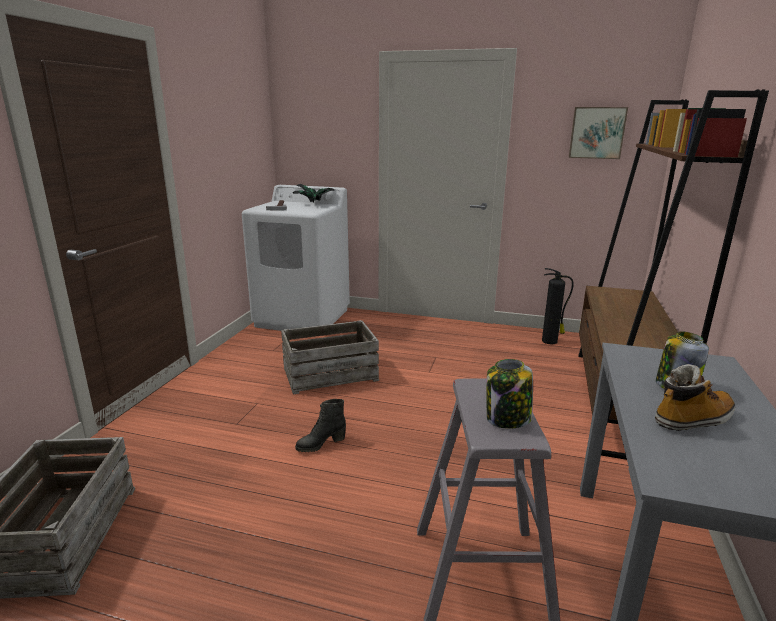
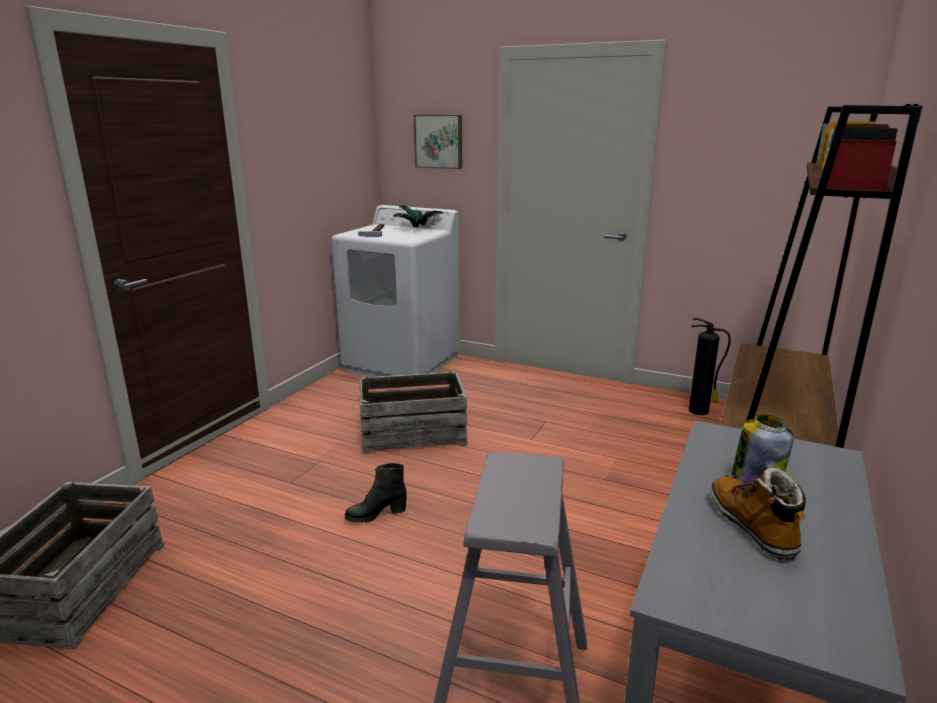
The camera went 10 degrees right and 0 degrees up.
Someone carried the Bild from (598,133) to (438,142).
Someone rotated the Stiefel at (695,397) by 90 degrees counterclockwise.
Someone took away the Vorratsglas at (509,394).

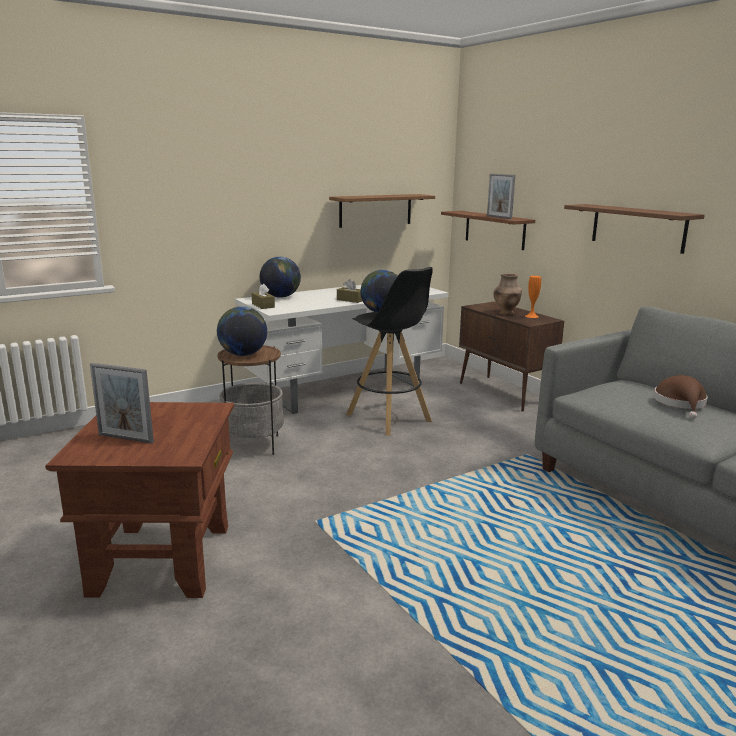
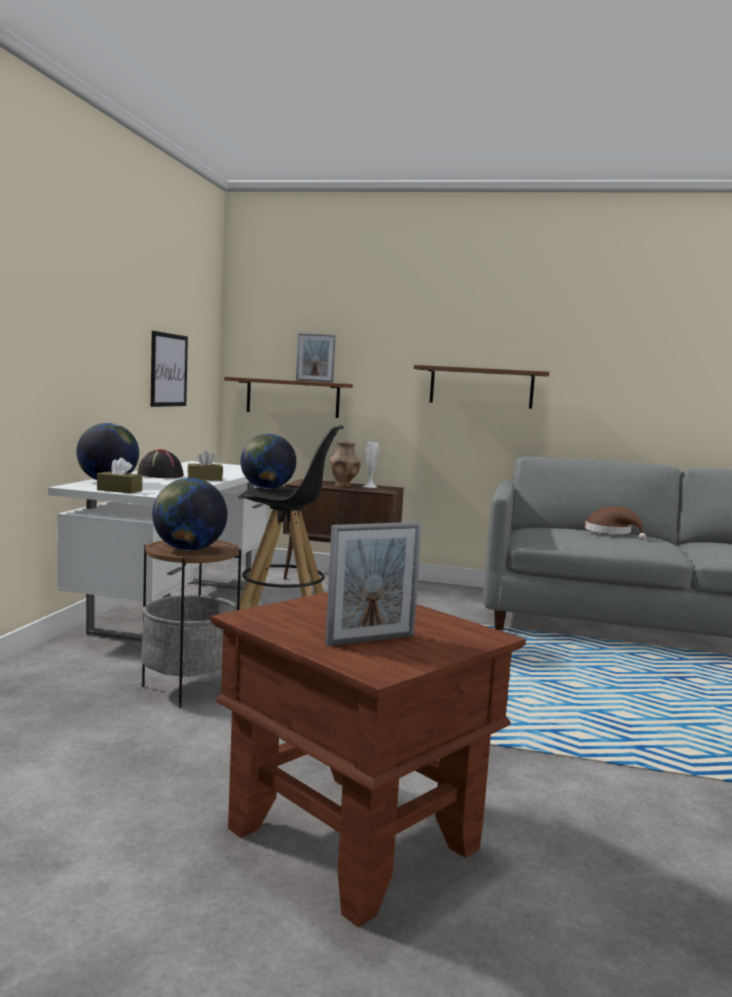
The camera went 45 degrees left and 10 degrees down.
Someone put down the Hut [schwarz] at (160,463).
Someone swapped the Wandregal [braun] at (382,211) for the Bild at (169,369).
Someone repainted the Vase [orange] at (533,297), which became the Vase [weiß] at (371,465).

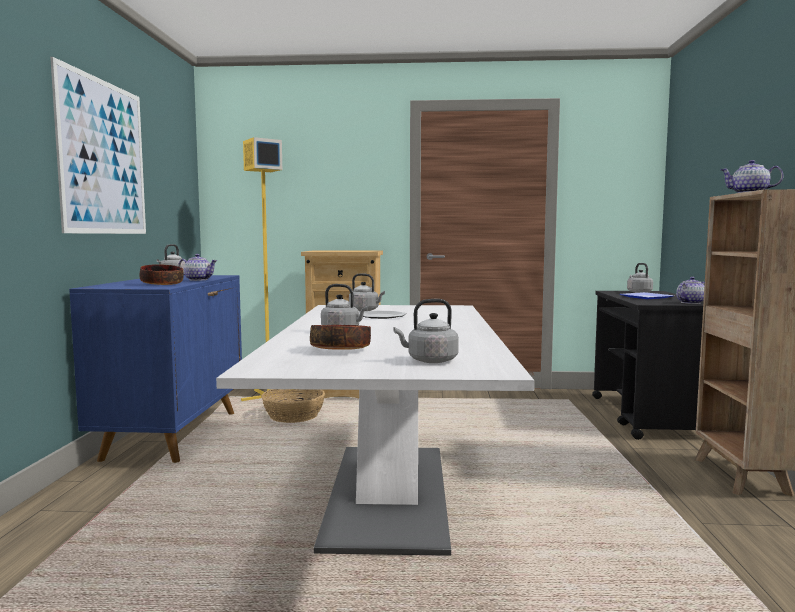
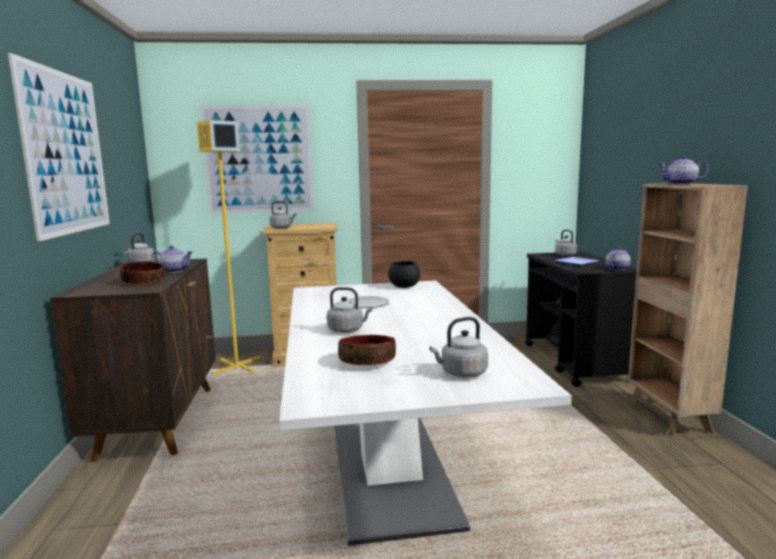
The camera went 10 degrees left and 5 degrees up.
Someone repainted the Schrank [blau] at (155,369), which became the Schrank [braun] at (133,360).
Someone put up the Bild at (257,159).
Someone carried the Wasserkessel [grau] from (367,292) to (282,215).
Someone put down the Schüssel [schwarz] at (404,274).
Someone took away the Korb at (293,406).

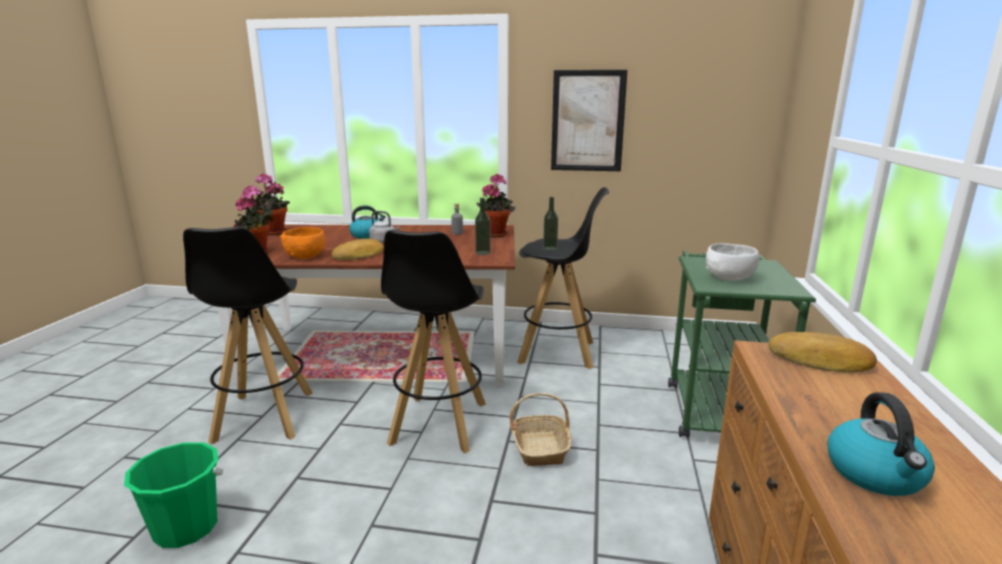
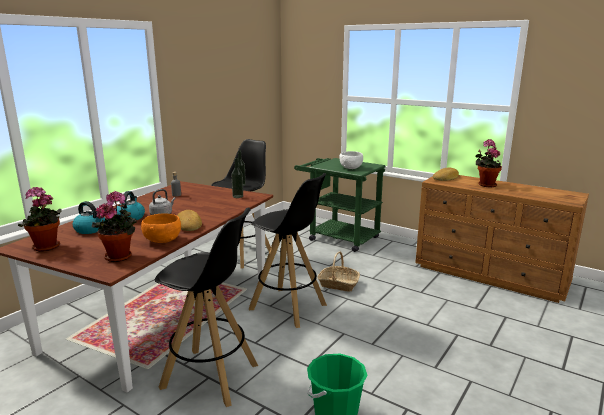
The camera went 65 degrees left and 0 degrees up.
Someone carried the Wasserkessel from (881,444) to (89,217).
Someone carried the Topfpflanze from (495,205) to (489,163).
Someone took away the Bild at (589,120).

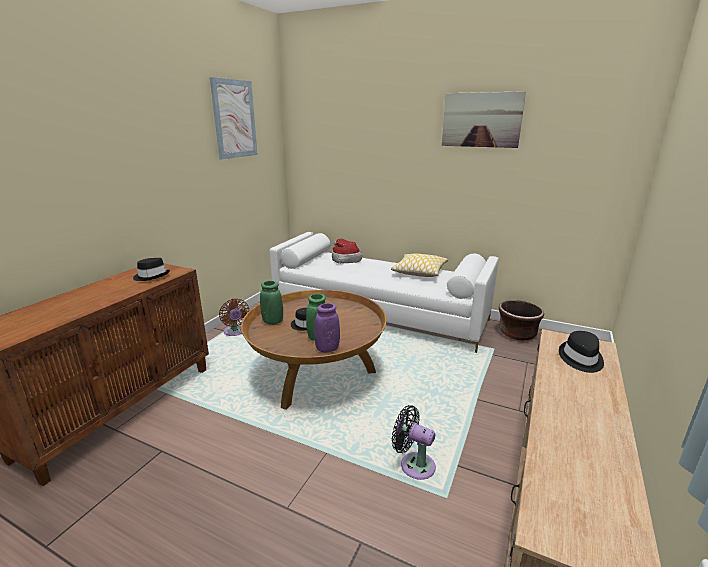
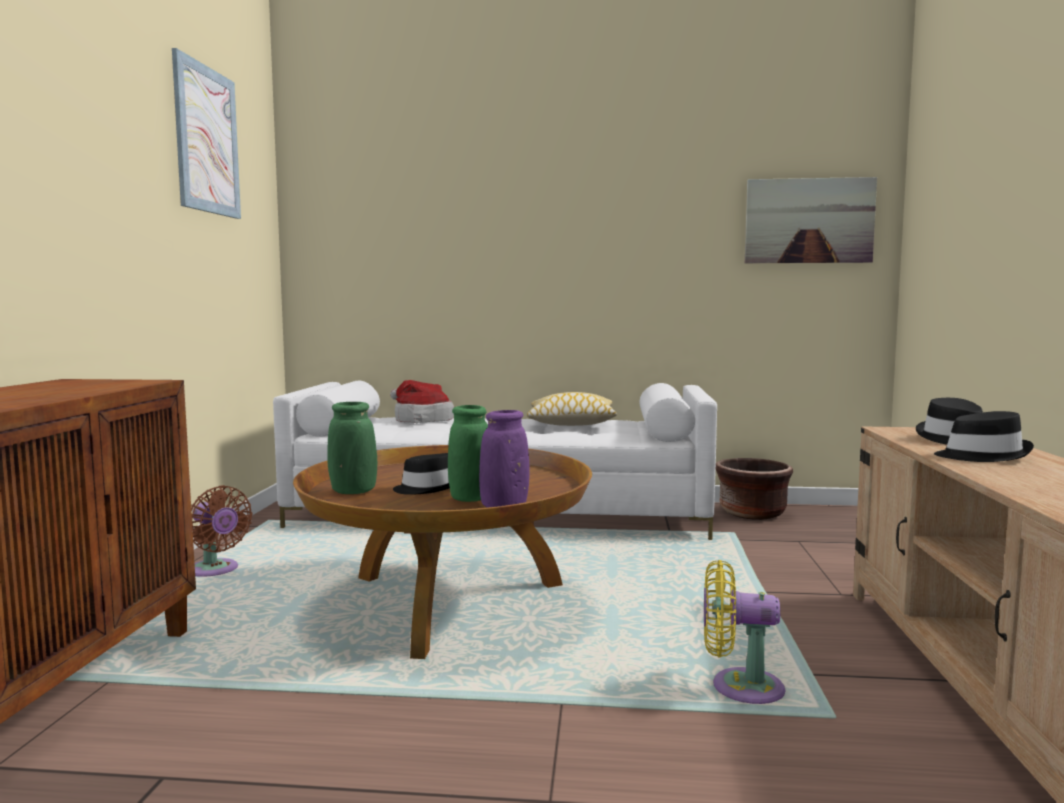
The camera went 20 degrees left and 15 degrees down.
Someone repainted the Ventilator [schwarz] at (414,442), which became the Ventilator [gelb] at (744,632).
Someone carried the Bild from (484,119) to (811,220).
Someone carried the Hut [schwarz] from (151,269) to (984,436).

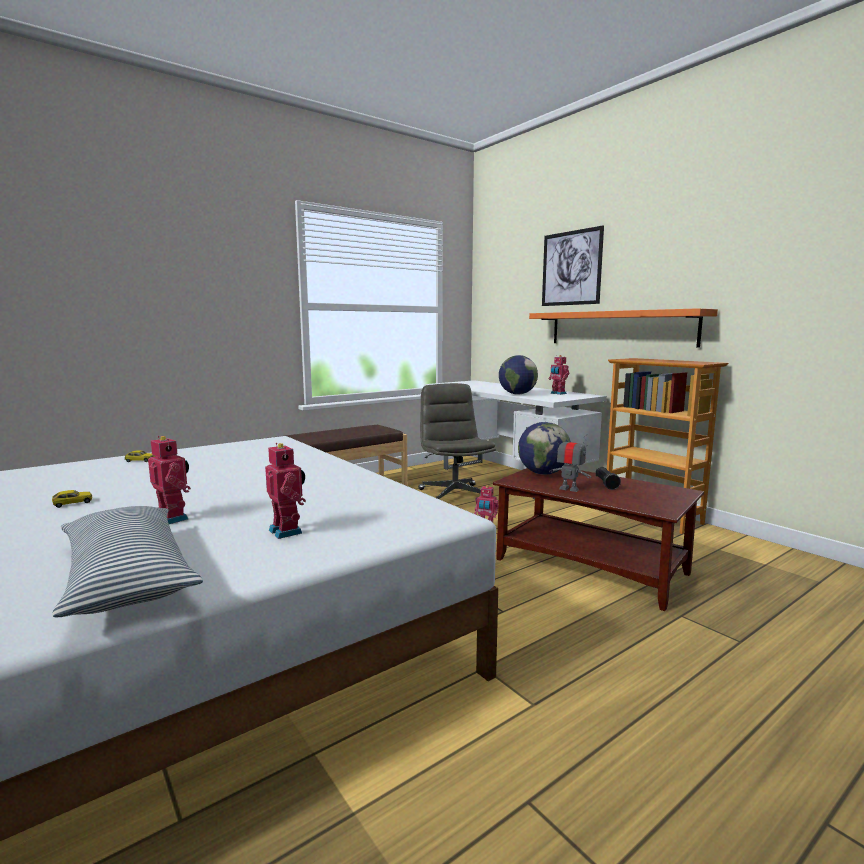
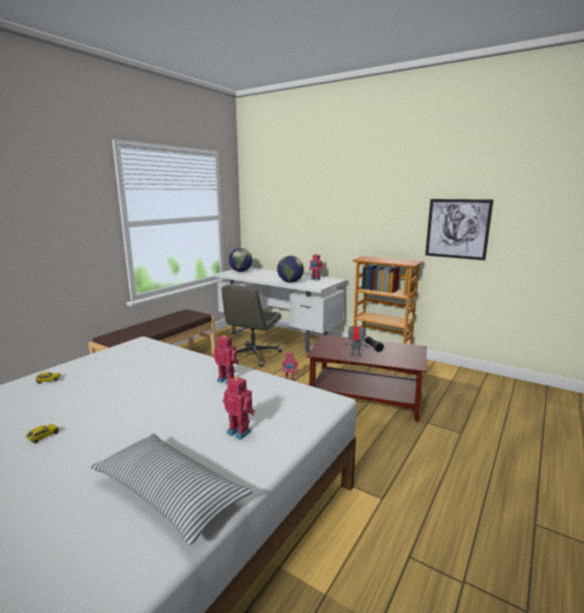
The camera went 20 degrees left and 5 degrees up.
Someone carried the Spielzeugroboter from (169,480) to (226,359).
Someone rotated the Bürostuhl [grau] at (457,441) by 120 degrees counterclockwise.
Someone carried the Globus from (544,448) to (240,260).
Someone carried the Bild from (573,266) to (459,229).
Someone took away the Wandregal [orange] at (623,327).

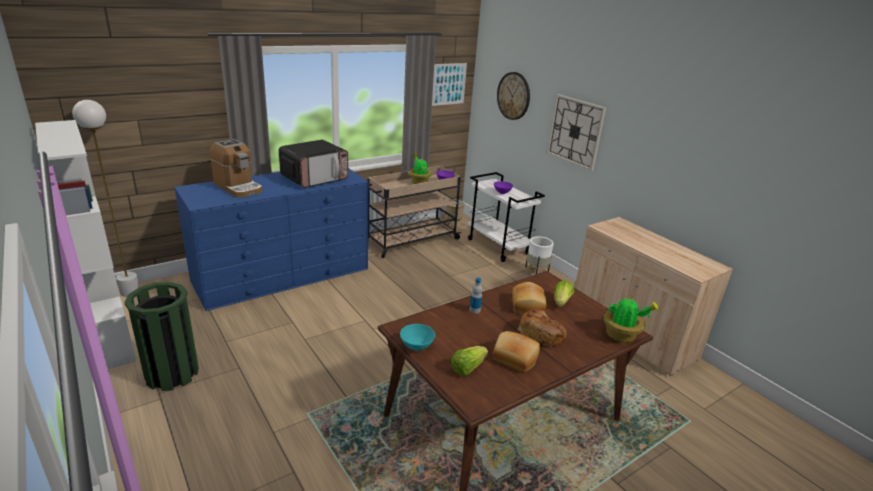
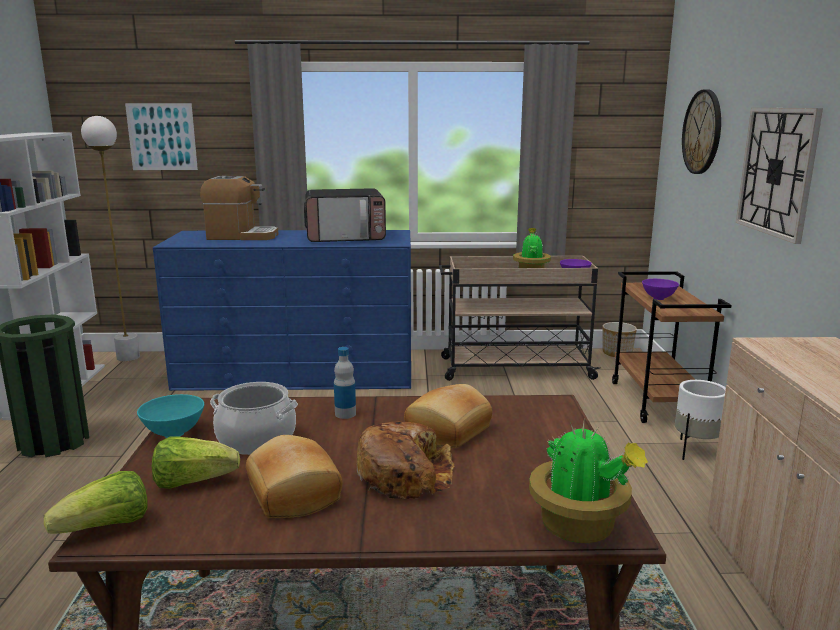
The camera went 35 degrees right and 10 degrees down.
Someone carried the Salatkopf from (564,293) to (96,502).
Someone carried the Bild from (449,84) to (161,136).
Someone rotated the Kaffeemaschine at (236,168) by 75 degrees counterclockwise.
Someone put down the Kochtopf at (254,418).
Someone repainted the Rollwagen [weiß] at (506,217), which became the Rollwagen [braun] at (671,347).

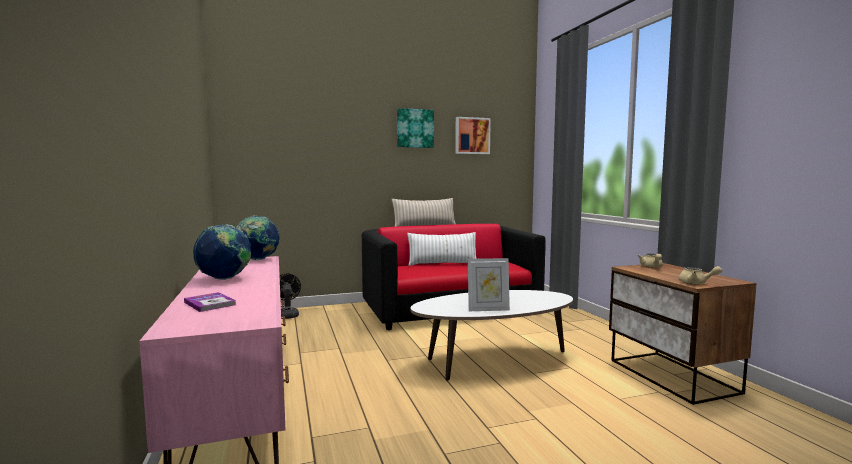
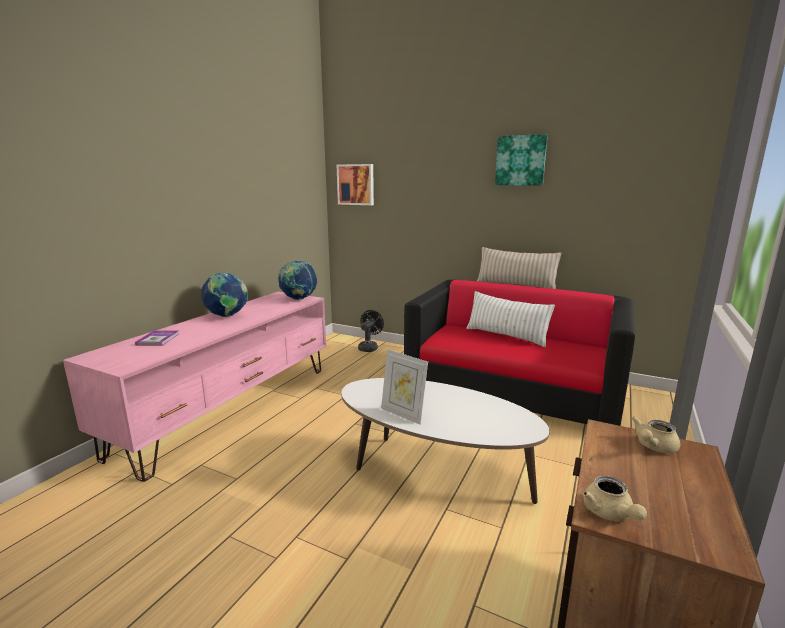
The camera went 45 degrees right and 10 degrees up.
Someone carried the Bild from (473,135) to (355,184).

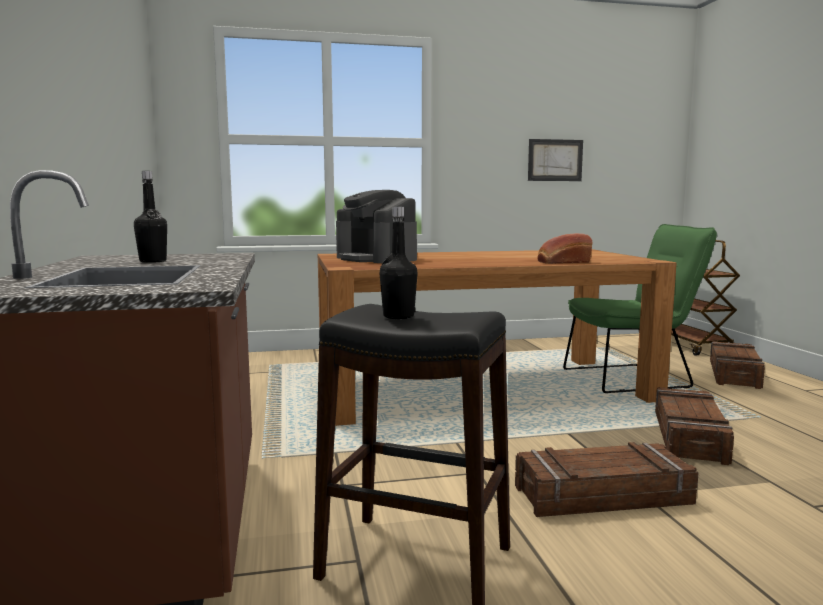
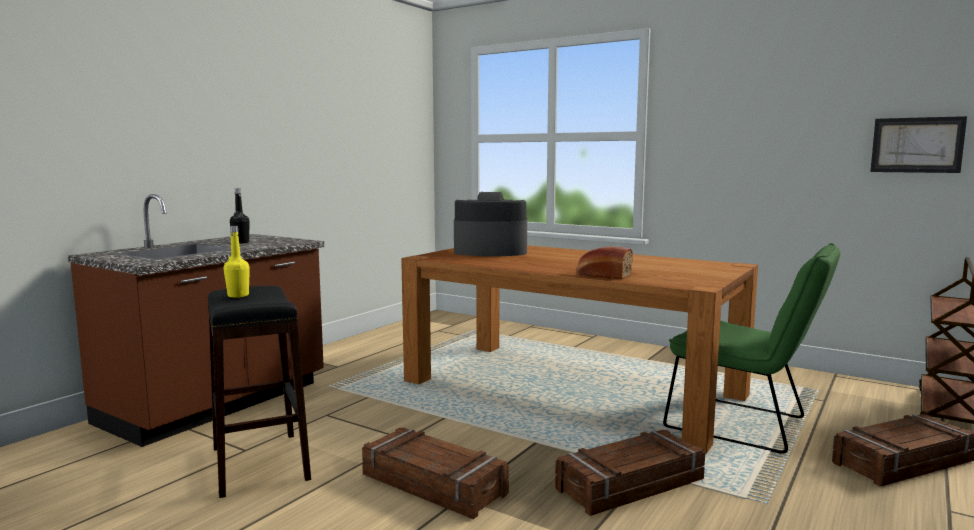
The camera went 45 degrees right and 0 degrees up.
Someone repainted the Flasche [schwarz] at (398,263), which became the Flasche [gelb] at (237,262).
Someone rotated the Kaffeemaschine at (376,226) by 90 degrees clockwise.
Someone carried the Bild from (555,160) to (918,144).

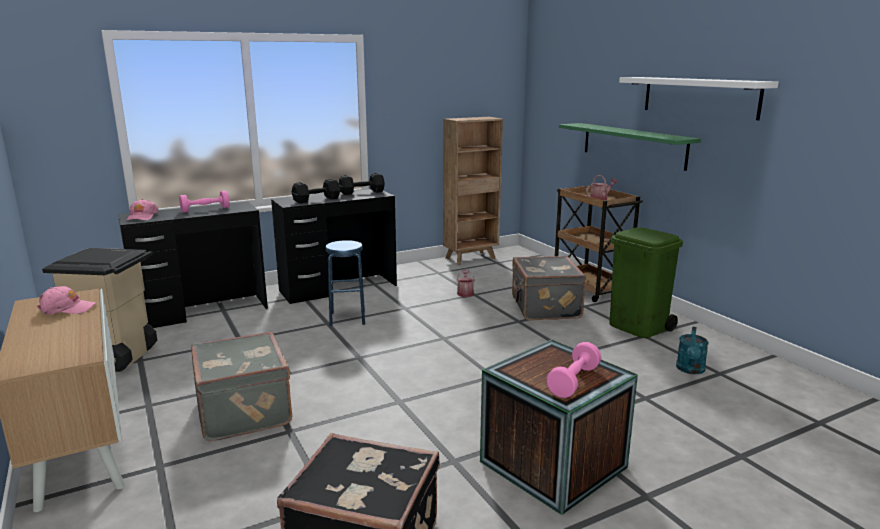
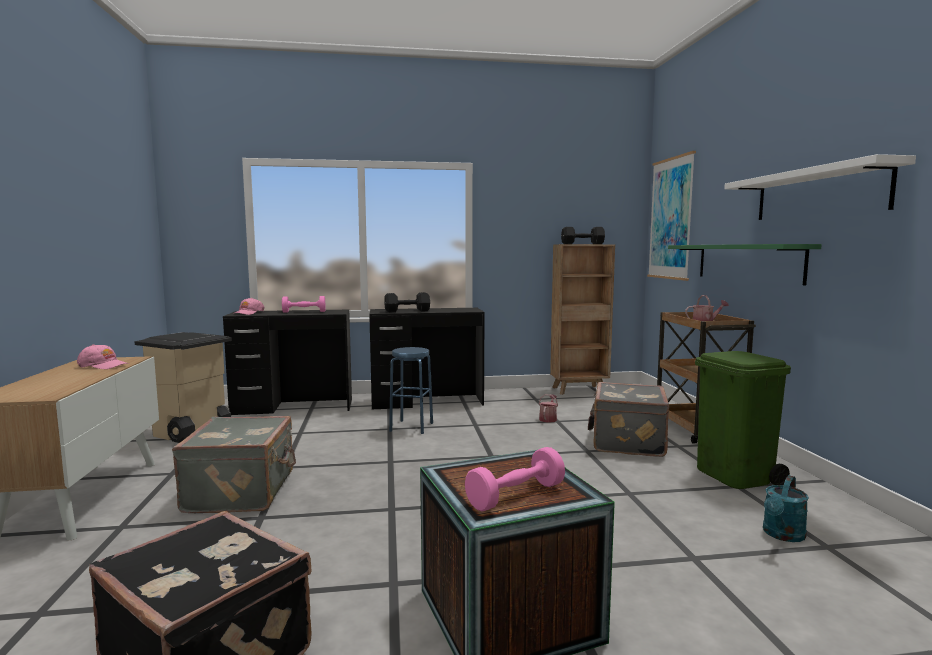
The camera went 20 degrees right and 10 degrees down.
Someone carried the Hantel [schwarz] from (362,184) to (583,235).
Someone put up the Bild at (671,216).

